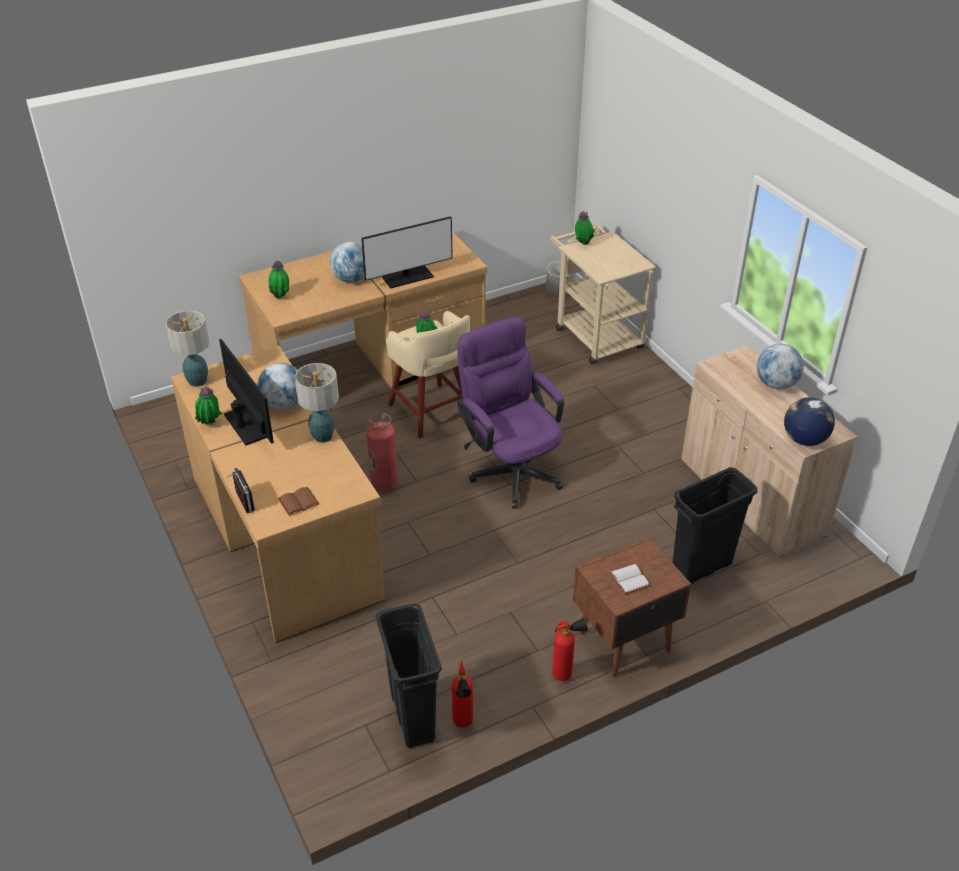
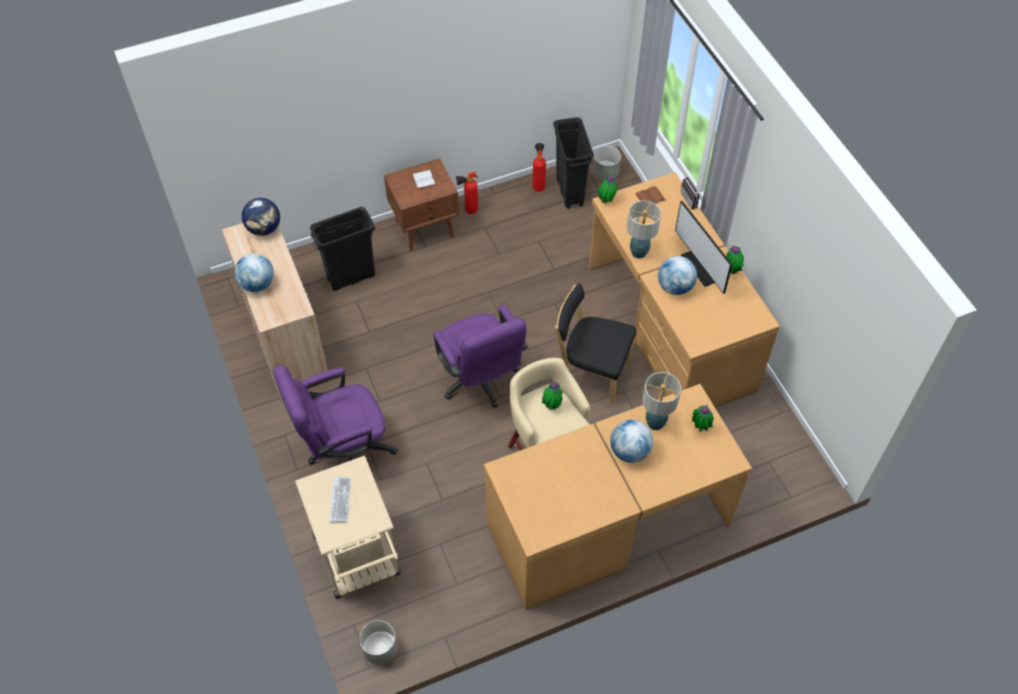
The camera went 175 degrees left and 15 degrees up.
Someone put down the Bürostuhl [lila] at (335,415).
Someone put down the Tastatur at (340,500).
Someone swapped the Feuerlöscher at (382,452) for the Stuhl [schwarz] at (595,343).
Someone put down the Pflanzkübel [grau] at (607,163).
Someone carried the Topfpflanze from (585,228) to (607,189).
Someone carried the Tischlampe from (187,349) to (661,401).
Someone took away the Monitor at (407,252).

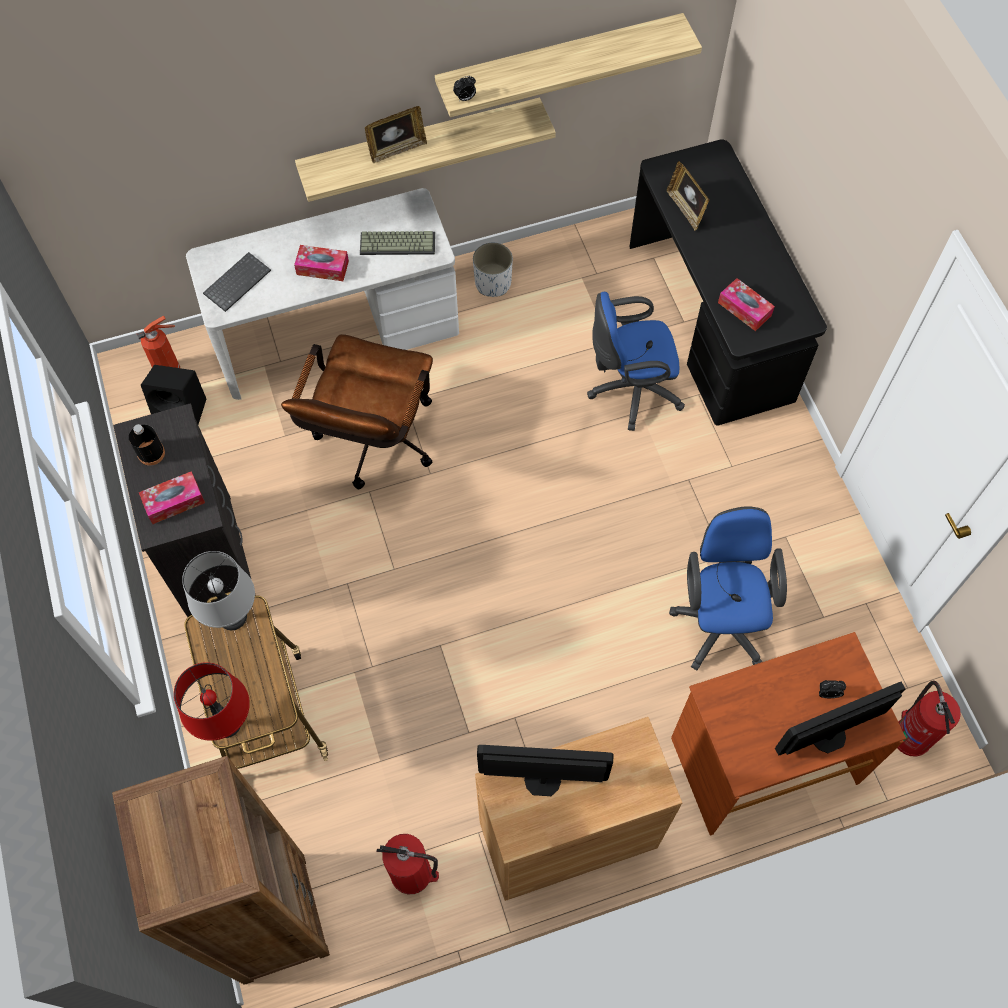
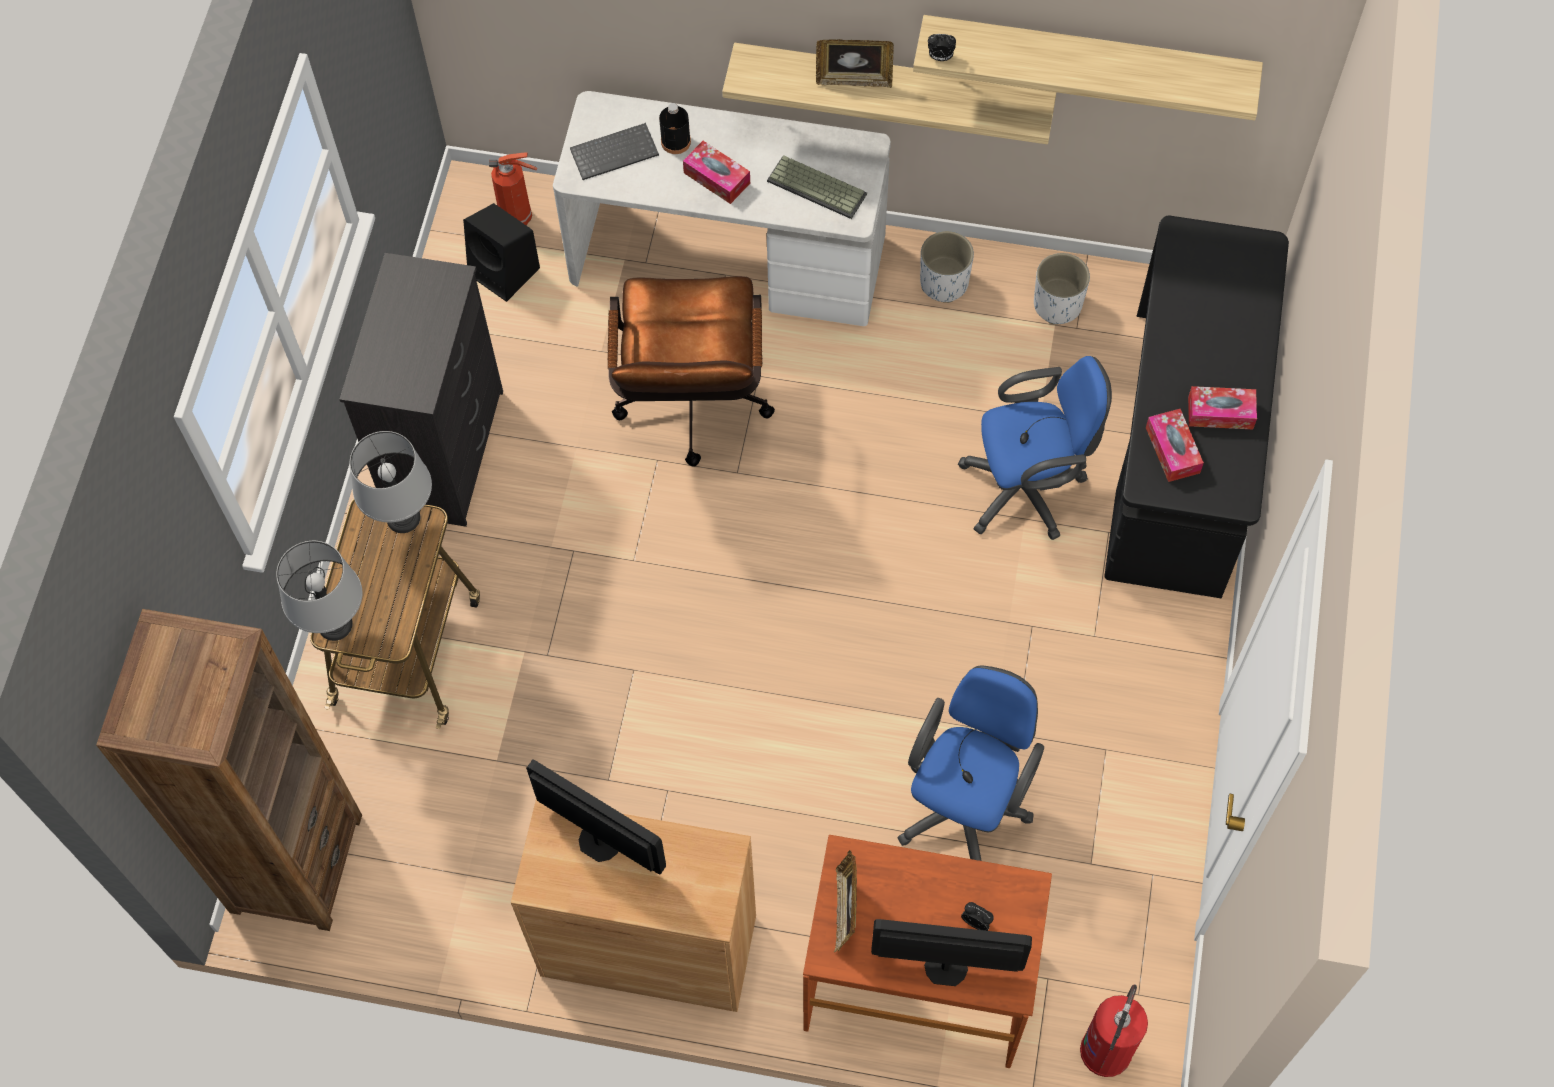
The camera went 30 degrees right and 0 degrees up.
Someone repainted the Tischlampe [rot] at (212,701), which became the Tischlampe [grau] at (319,591).
Someone rotated the Bürostuhl [braun] at (357,411) by 45 degrees counterclockwise.
Someone carried the Flasche [schwarz] from (147,445) to (675,128).
Someone carried the Bilderrahmen from (688,196) to (845,901).
Someone rotated the Bürostuhl [blau] at (636,361) by 150 degrees clockwise.
Someone put down the Pflanzkübel [weiß] at (1062,289).
Someone carried the Taschentuchbox from (172,497) to (1222,407).
Someone took away the Feuerlöscher at (407,864).

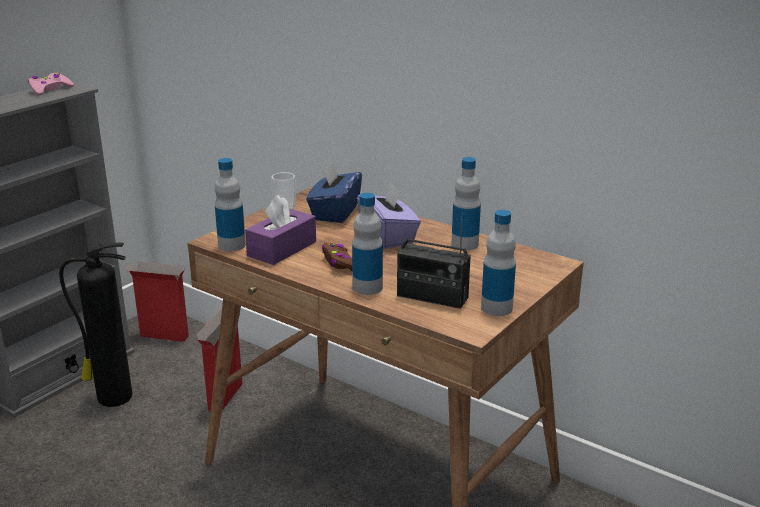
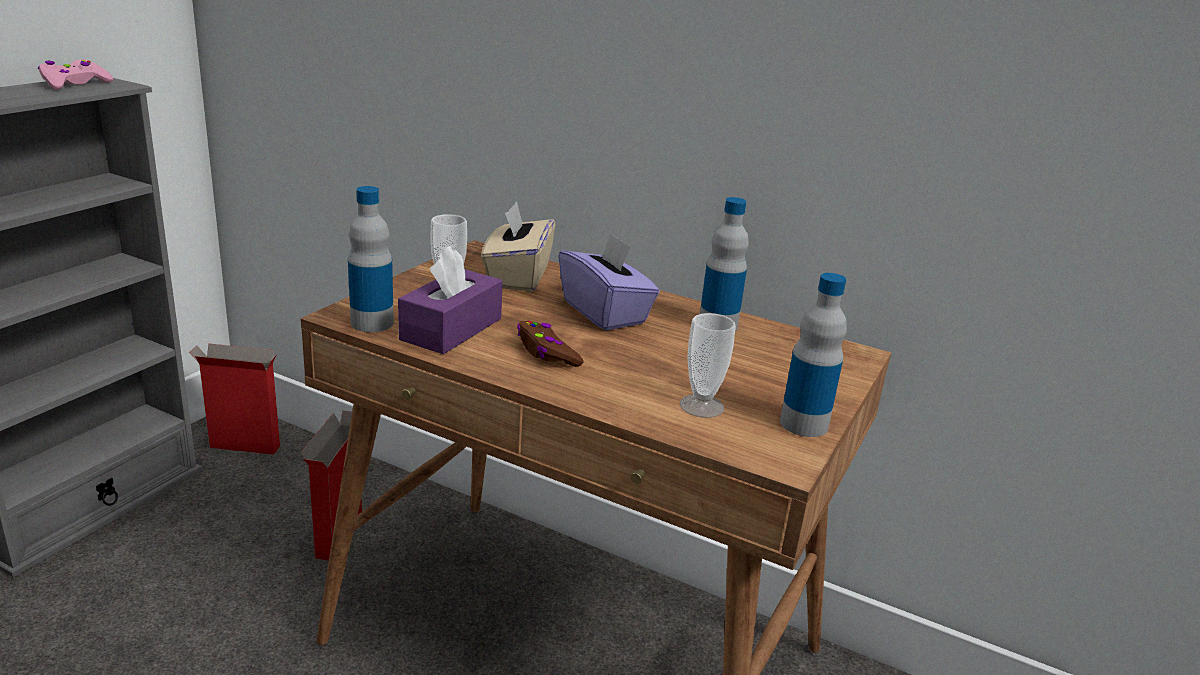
The camera went 10 degrees left and 0 degrees up.
Someone repainted the Taschentuchbox [blau] at (334,192), which became the Taschentuchbox [beige] at (518,246).
Someone swapped the Radio at (434,260) for the Tasse at (708,365).
Someone took away the Feuerlöscher at (95,325).
Someone took away the Flasche at (367,244).

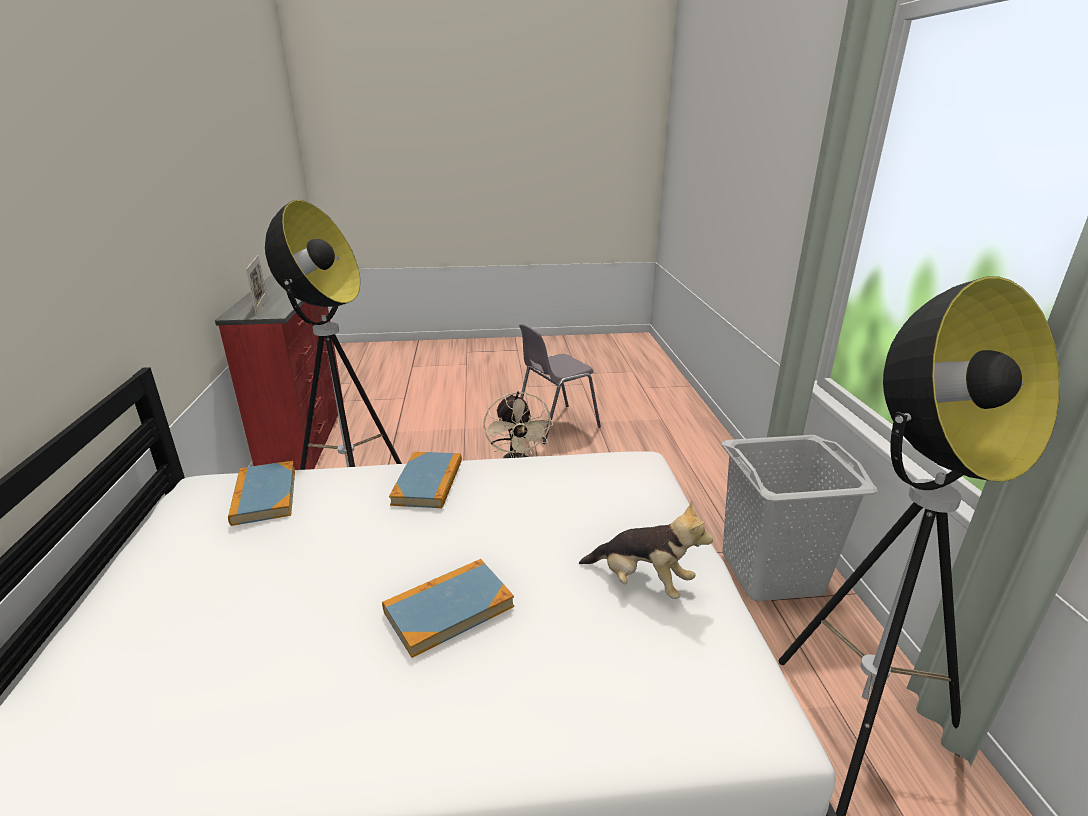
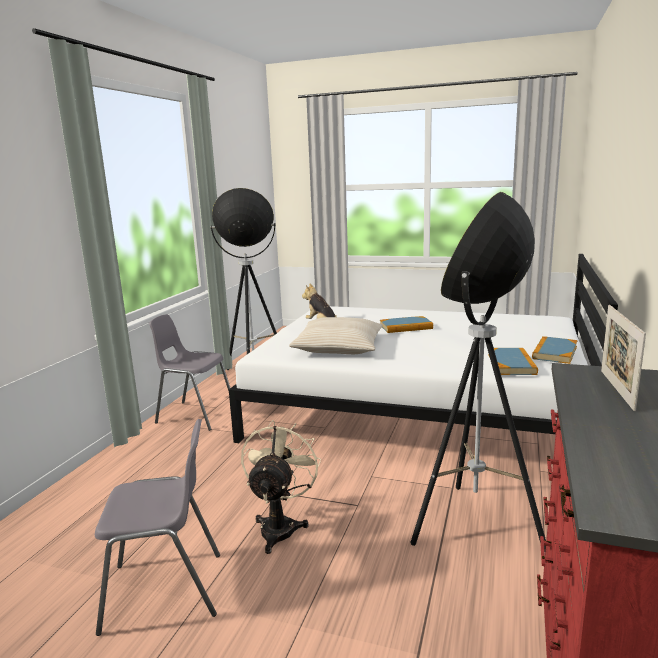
The camera went 155 degrees left and 10 degrees down.
Someone swapped the Wäschekorb [grau] at (800,518) for the Stuhl [grau] at (189,372).
Someone put down the Kissen [beige] at (336,335).
Someone carried the Buch from (425,480) to (554,350).

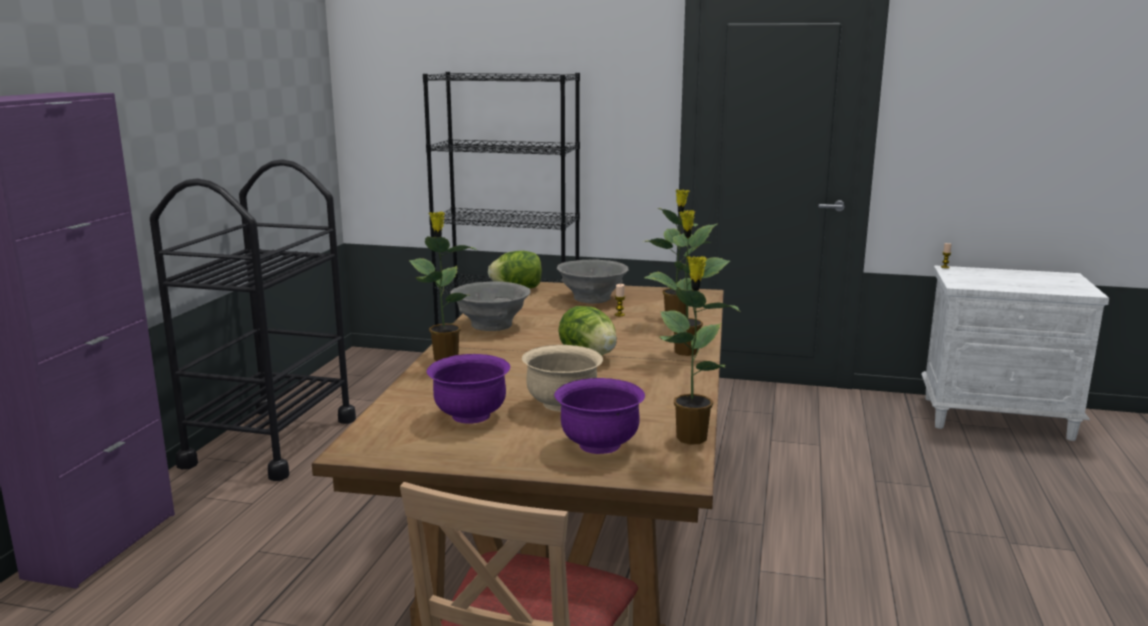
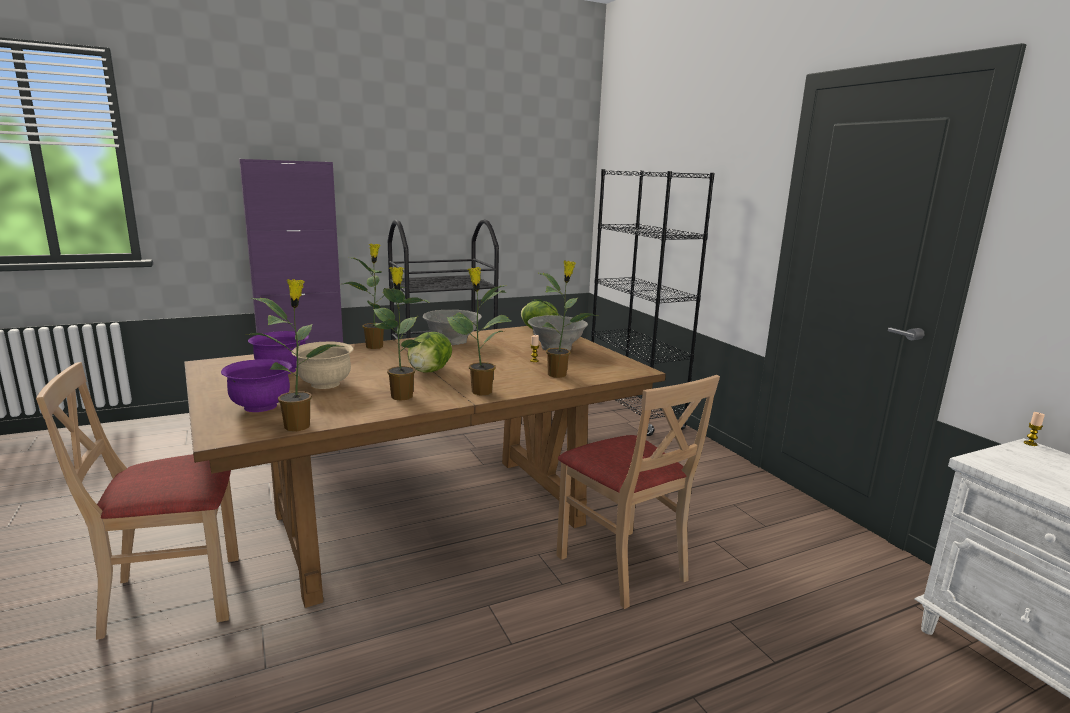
The camera went 50 degrees right and 0 degrees up.
Someone put down the Topfpflanze at (401,334).
Someone put down the Stuhl [beige] at (638,492).

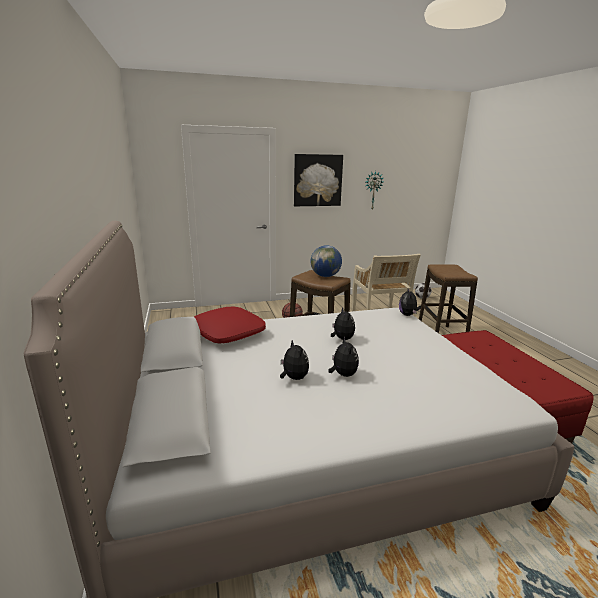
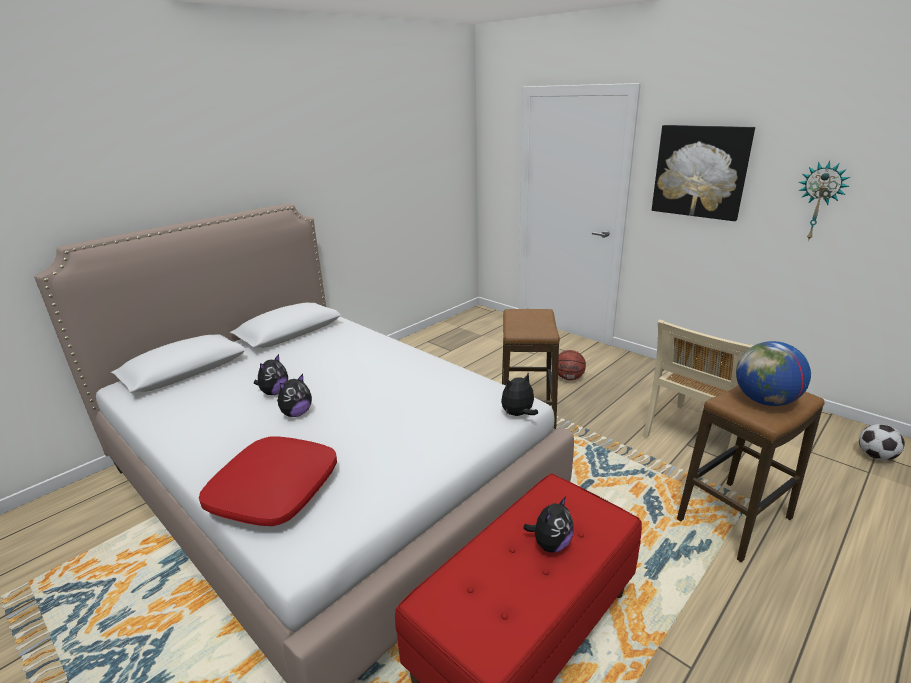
The camera went 60 degrees right and 5 degrees up.
Someone carried the Kissen [rot] from (230,325) to (268,481).
Someone carried the Plüschtier from (343,323) to (548,524).
Someone carried the Globus from (326,261) to (773,373).

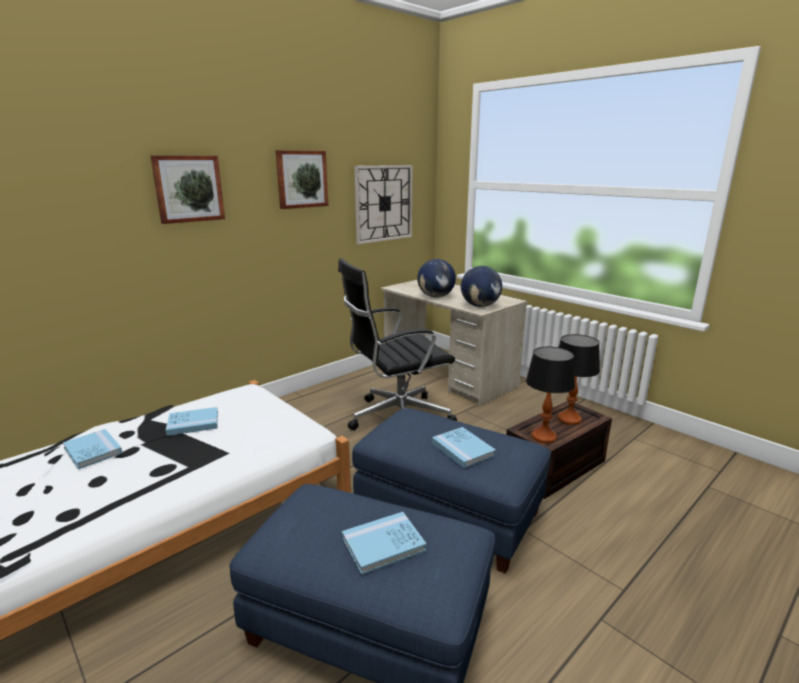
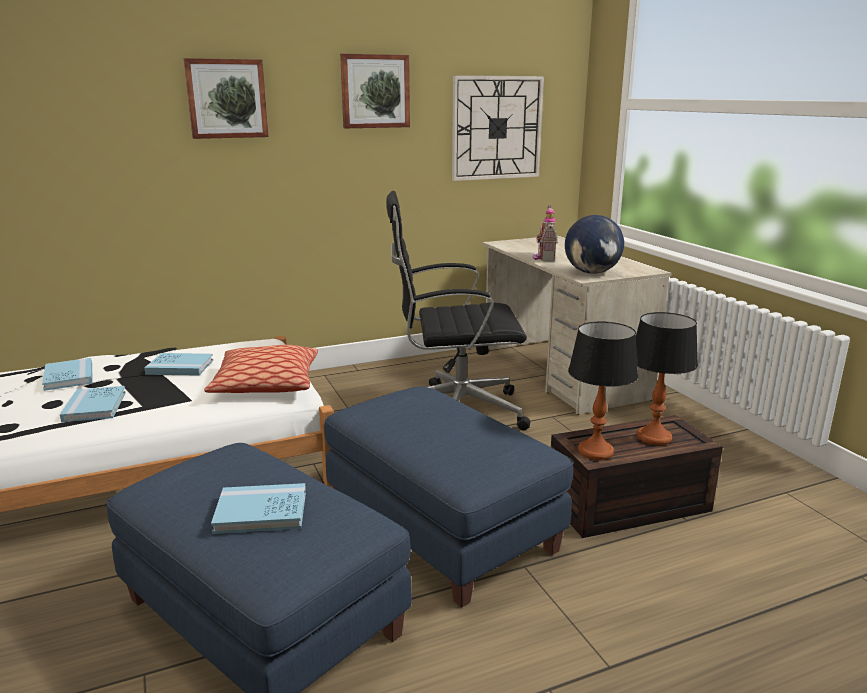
The camera went 20 degrees right and 0 degrees up.
Someone carried the Buch [blau] from (464,447) to (93,404).
Someone put down the Kissen at (261,369).
Someone swapped the Globus at (436,278) for the Spielzeughaus at (545,233).

